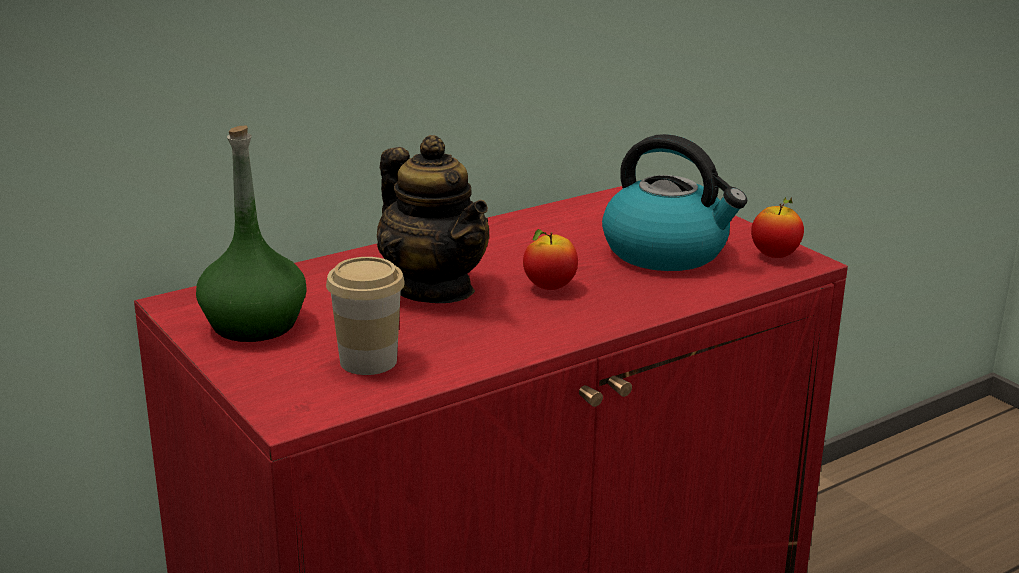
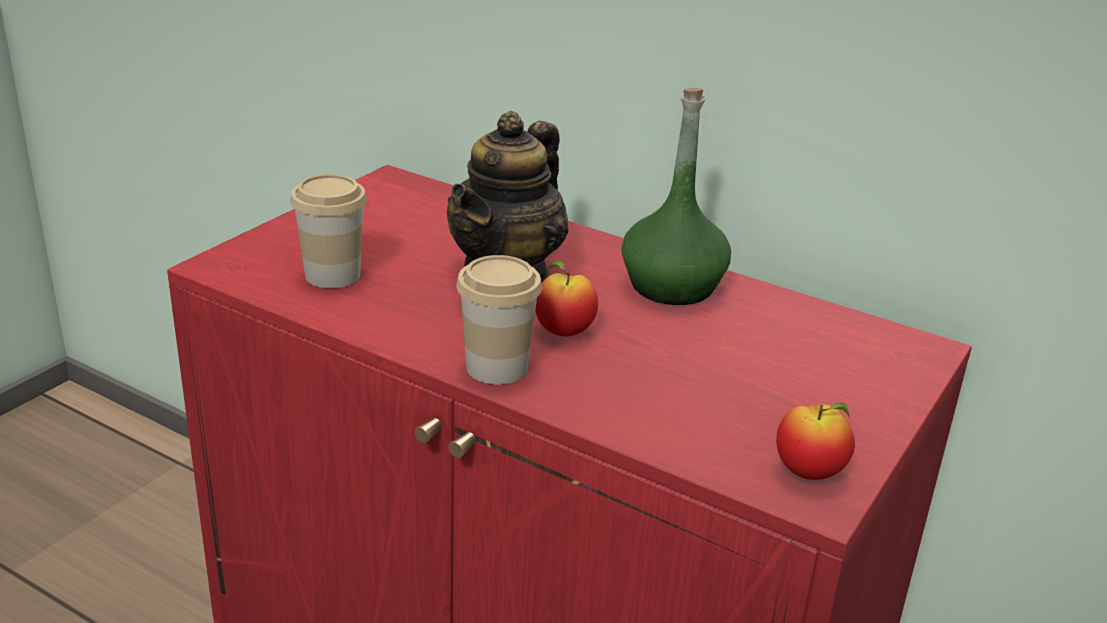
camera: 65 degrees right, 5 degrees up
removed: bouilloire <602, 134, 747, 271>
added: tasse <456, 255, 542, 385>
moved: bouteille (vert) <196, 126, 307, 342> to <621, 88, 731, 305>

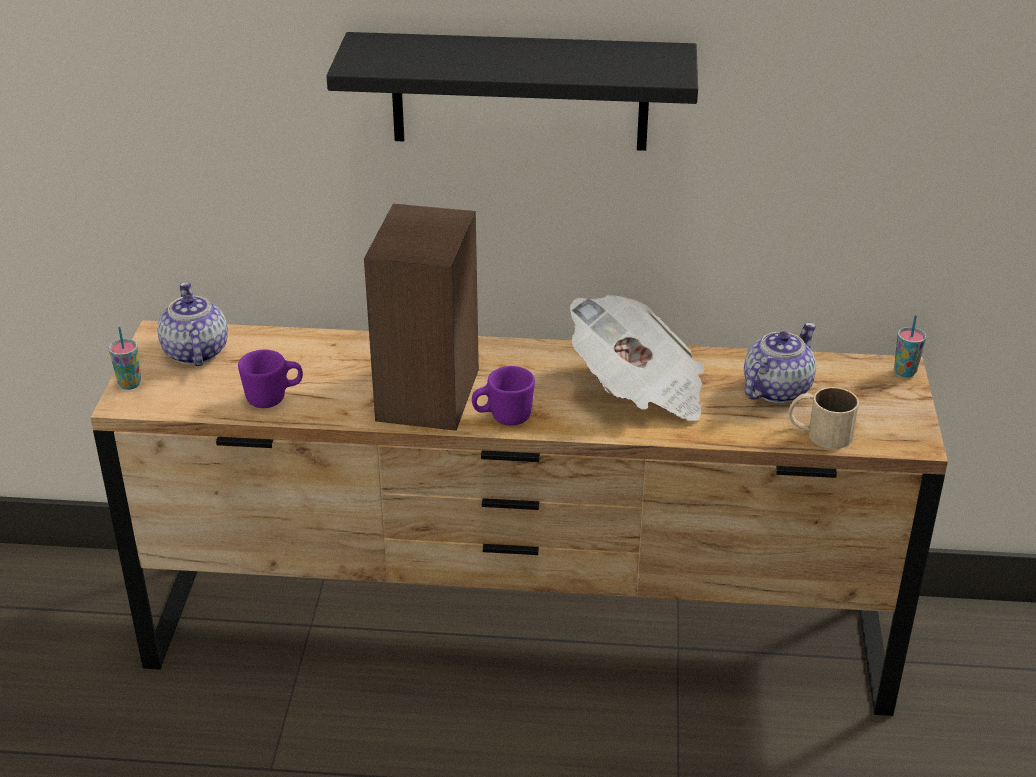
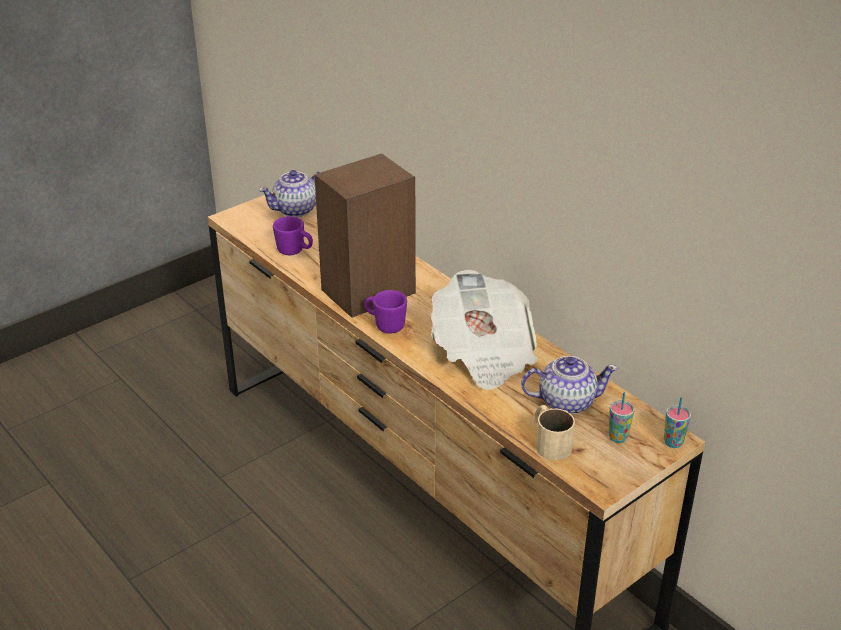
camera: 45 degrees right, 0 degrees up
removed: étagère (noir) <326, 32, 698, 151>
moved: tasse <109, 327, 141, 390> to <609, 392, 634, 443>
turned: théière <157, 282, 228, 366> = <259, 170, 321, 217> 150 degrees counterclockwise

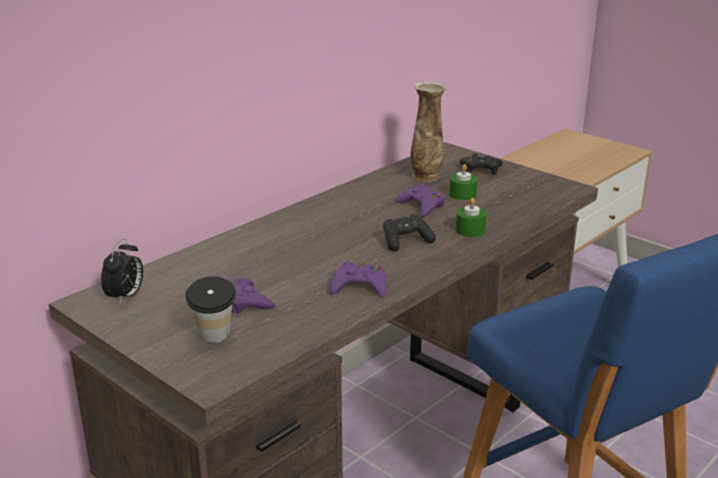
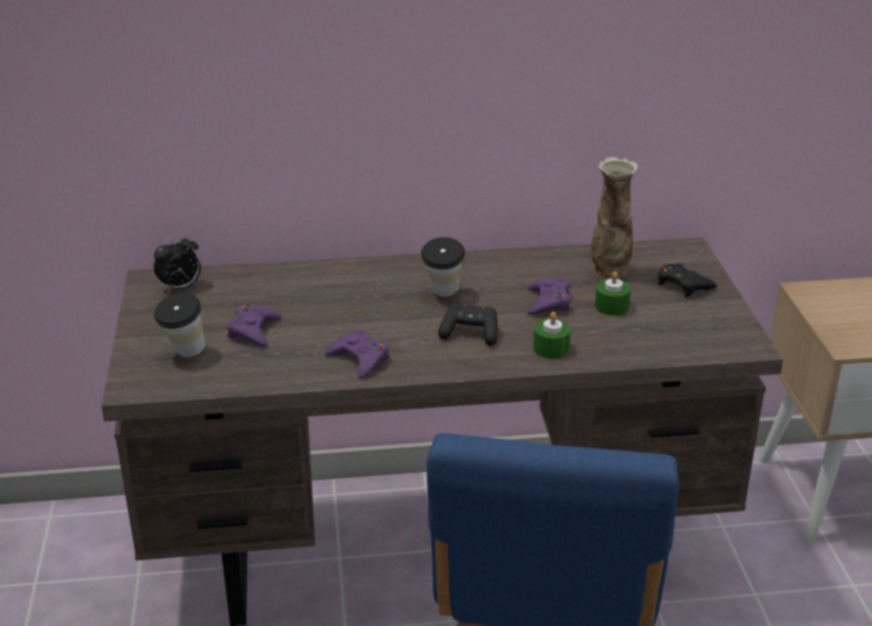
camera: 40 degrees right, 5 degrees up
added: tasse <421, 237, 465, 297>

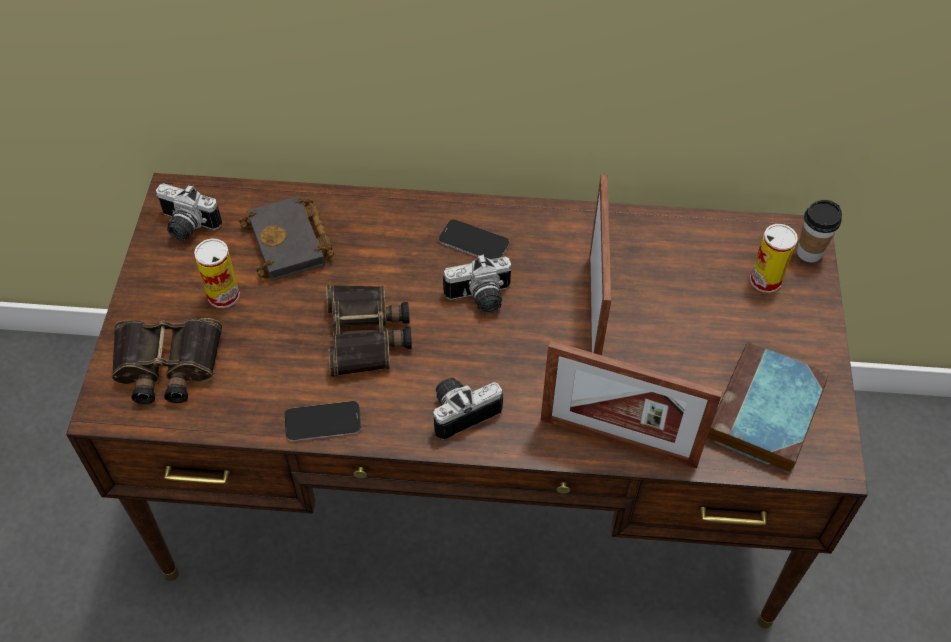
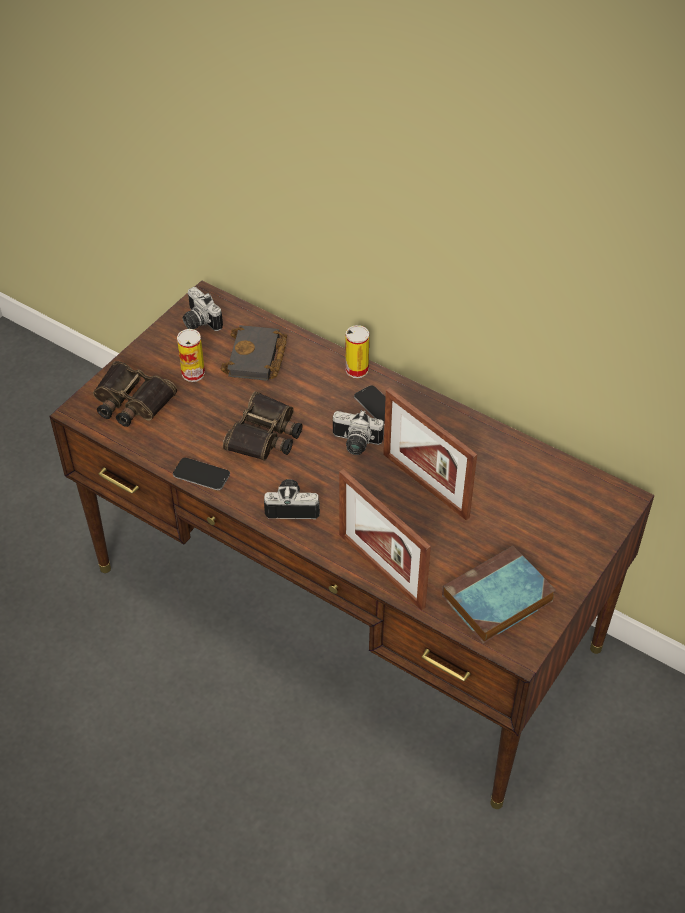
camera: 30 degrees right, 5 degrees down
removed: tasse <797, 200, 842, 262>
moved: boîte métallique <750, 224, 798, 293> to <345, 325, 369, 378>
turned: cadre photo <589, 175, 611, 355> = <383, 388, 477, 520> 105 degrees clockwise

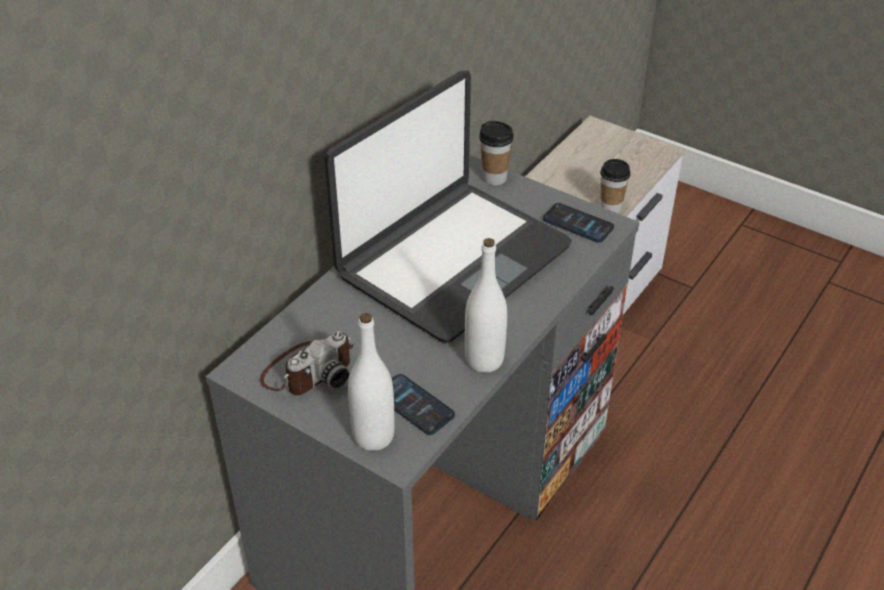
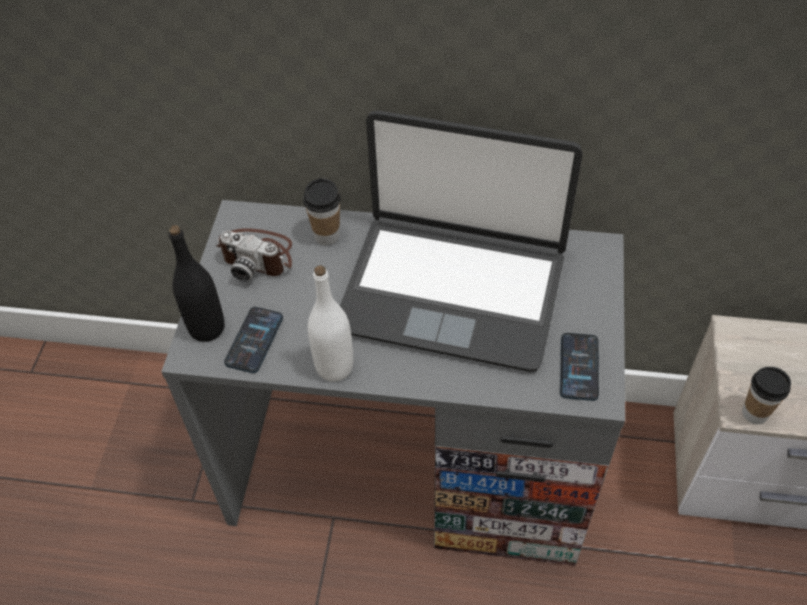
camera: 65 degrees right, 10 degrees up
moved: tasse <479, 121, 514, 185> to <303, 178, 341, 245>
recoloured: bouteille (blanc) <348, 313, 395, 451> to bouteille (noir) <169, 225, 225, 342>

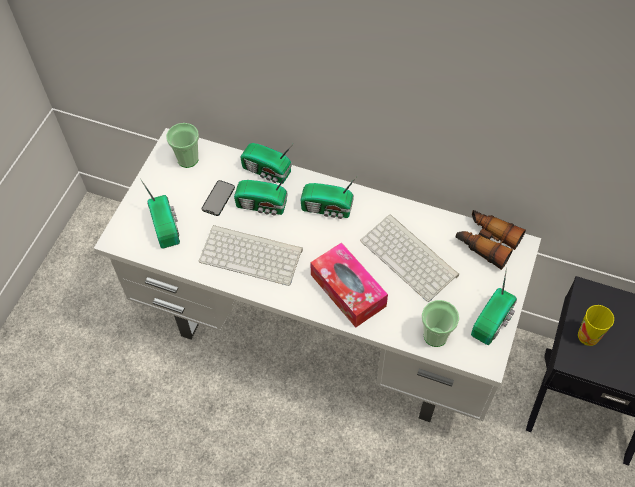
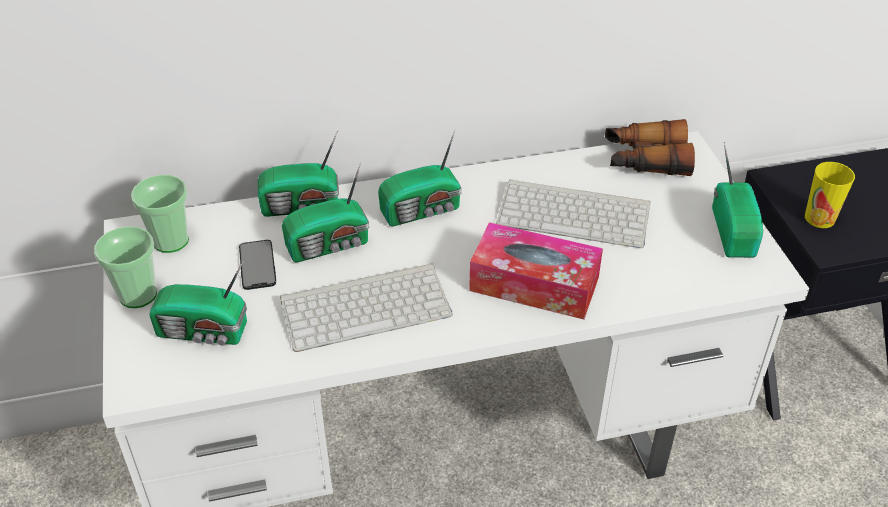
camera: 35 degrees left, 15 degrees down
moved: tasse <422, 300, 459, 347> to <94, 226, 157, 308>
turned: radio <141, 180, 180, 249> = <149, 260, 247, 346> 150 degrees clockwise

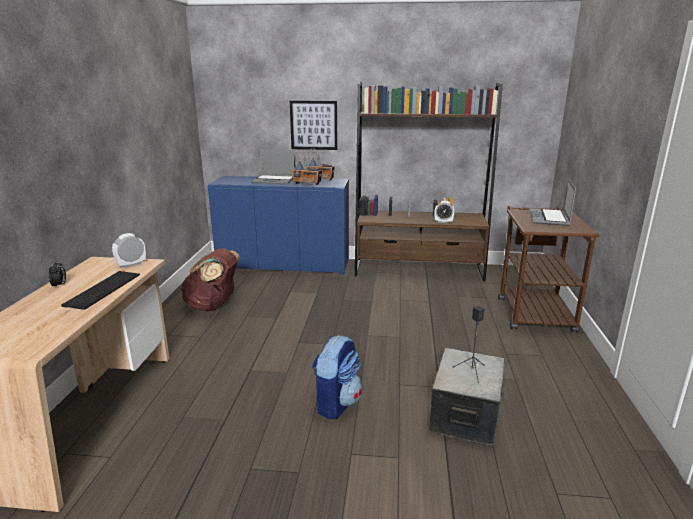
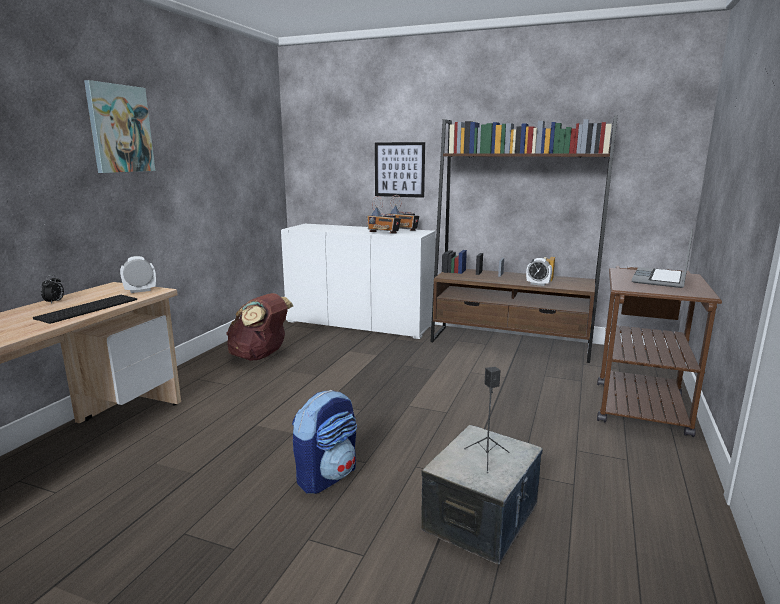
camera: 15 degrees right, 5 degrees down
removed: ordinateur portable <253, 149, 295, 184>
added: tableau <84, 80, 155, 173>
recoloured: meuble de rangement (bleu) <208, 176, 349, 274> to meuble de rangement (blanc) <281, 224, 436, 339>

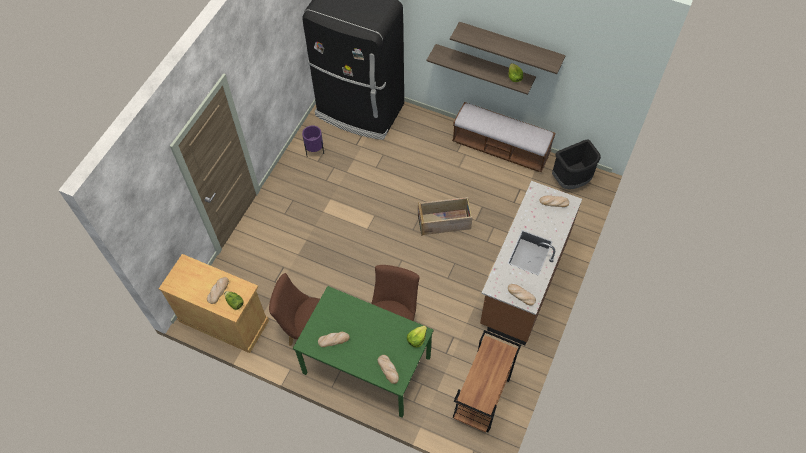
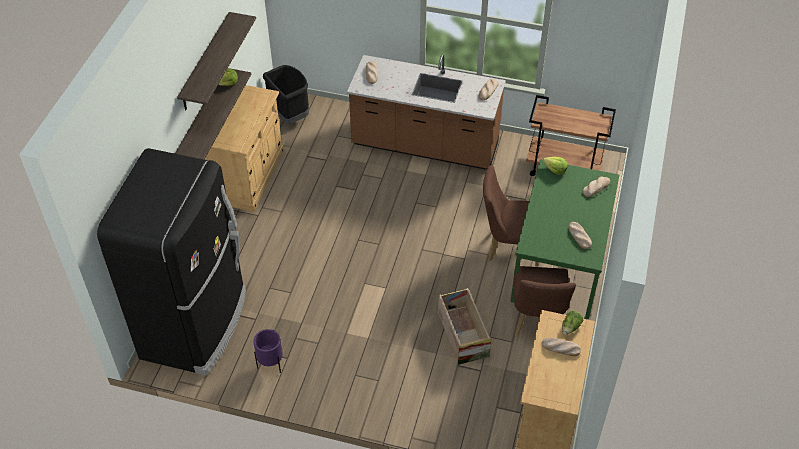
camera: 100 degrees left, 10 degrees down
moved: caisse <418, 197, 473, 236> to <438, 288, 492, 365>
replaced: banc <452, 102, 555, 172> to meuble de rangement (beige) <206, 85, 284, 212>

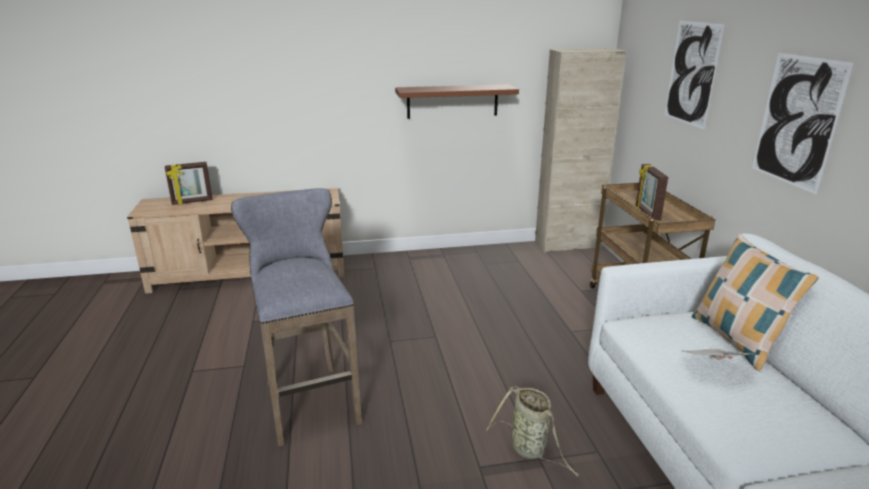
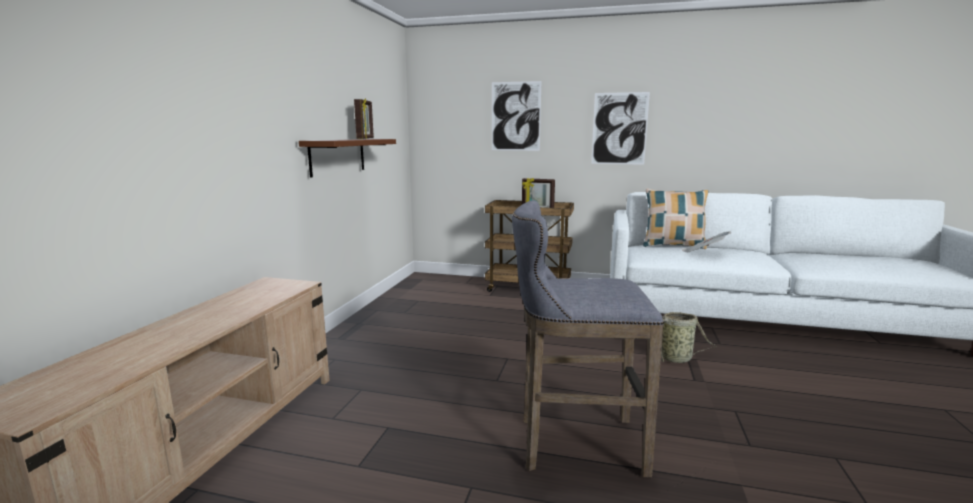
camera: 65 degrees left, 10 degrees down
removed: meuble de rangement (beige) <535, 48, 626, 253>
moved: cadre photo <165, 162, 213, 205> to <354, 98, 374, 139>

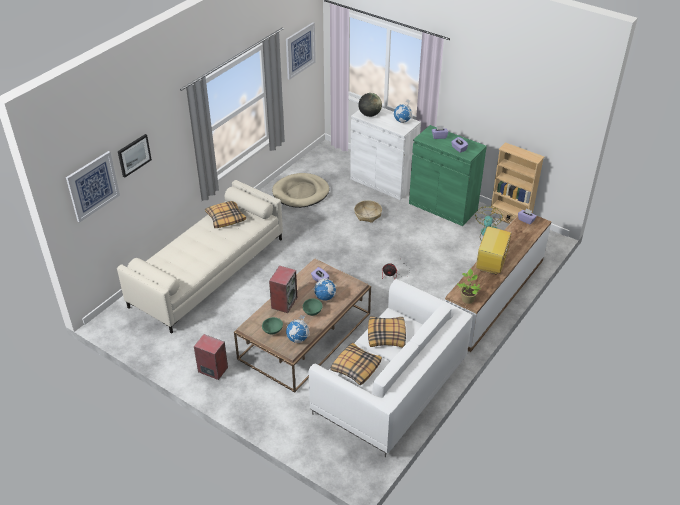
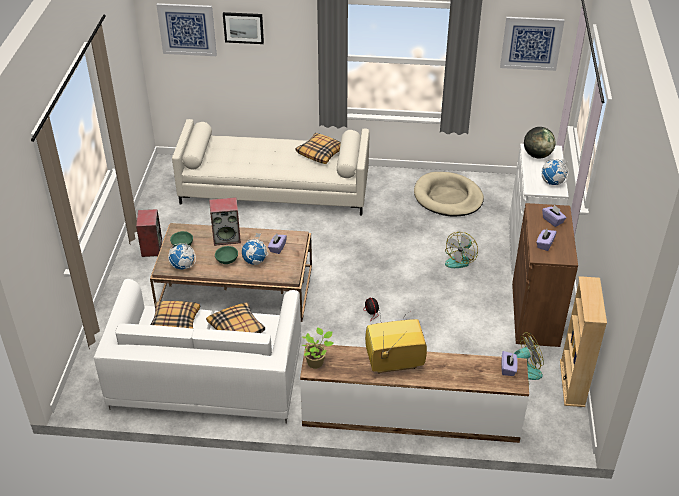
camera: 60 degrees right, 0 degrees up
replaced: panier <354, 200, 382, 223> to ventilateur <445, 232, 478, 268>
recoloured: meuble de rangement (vert) <409, 125, 487, 226> to meuble de rangement (marron) <512, 203, 578, 347>

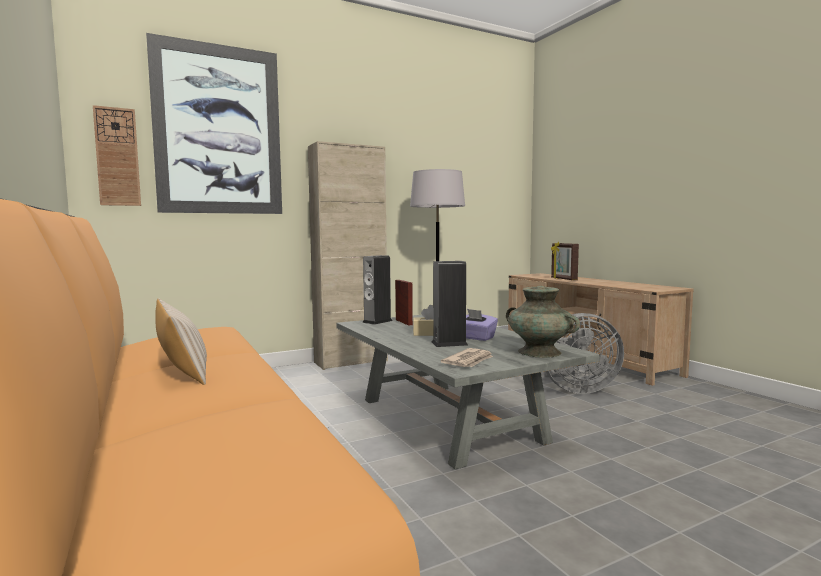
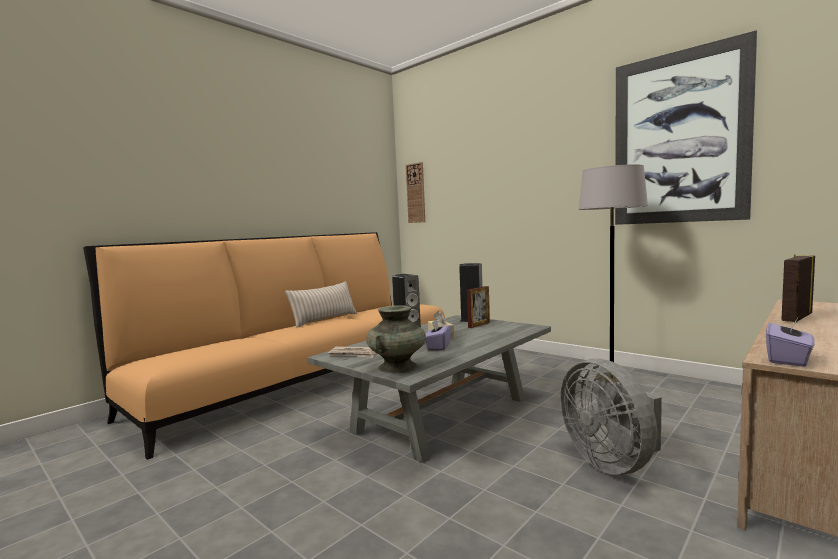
camera: 70 degrees right, 0 degrees up
removed: meuble de rangement (beige) <308, 141, 388, 370>
added: boîte à mouchoirs (violet) <766, 316, 815, 367>
moved: tableau <146, 33, 282, 214> to <615, 30, 757, 225>

